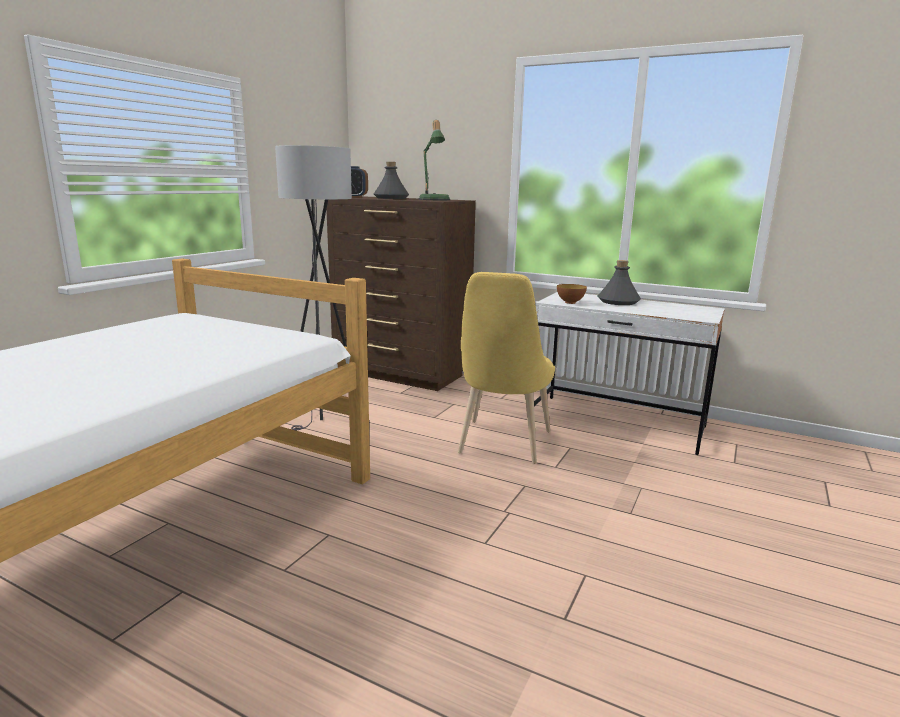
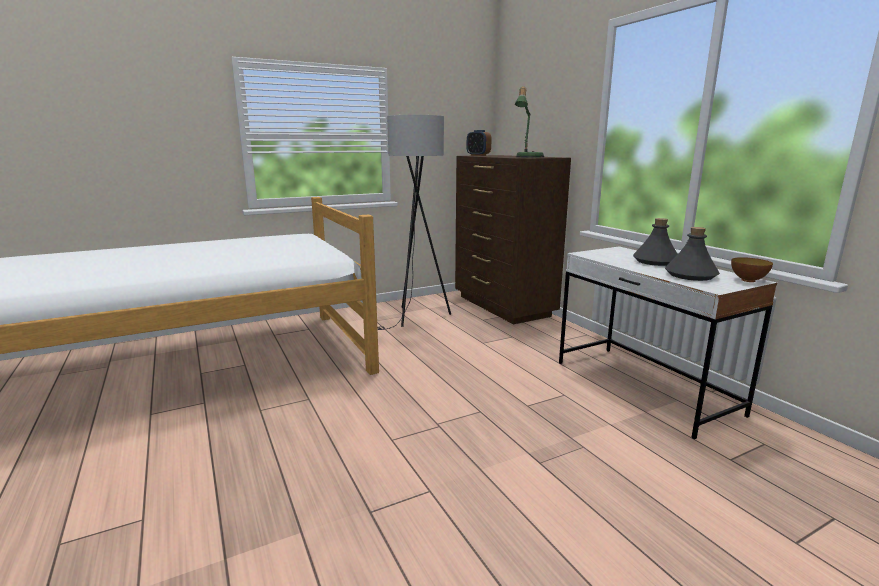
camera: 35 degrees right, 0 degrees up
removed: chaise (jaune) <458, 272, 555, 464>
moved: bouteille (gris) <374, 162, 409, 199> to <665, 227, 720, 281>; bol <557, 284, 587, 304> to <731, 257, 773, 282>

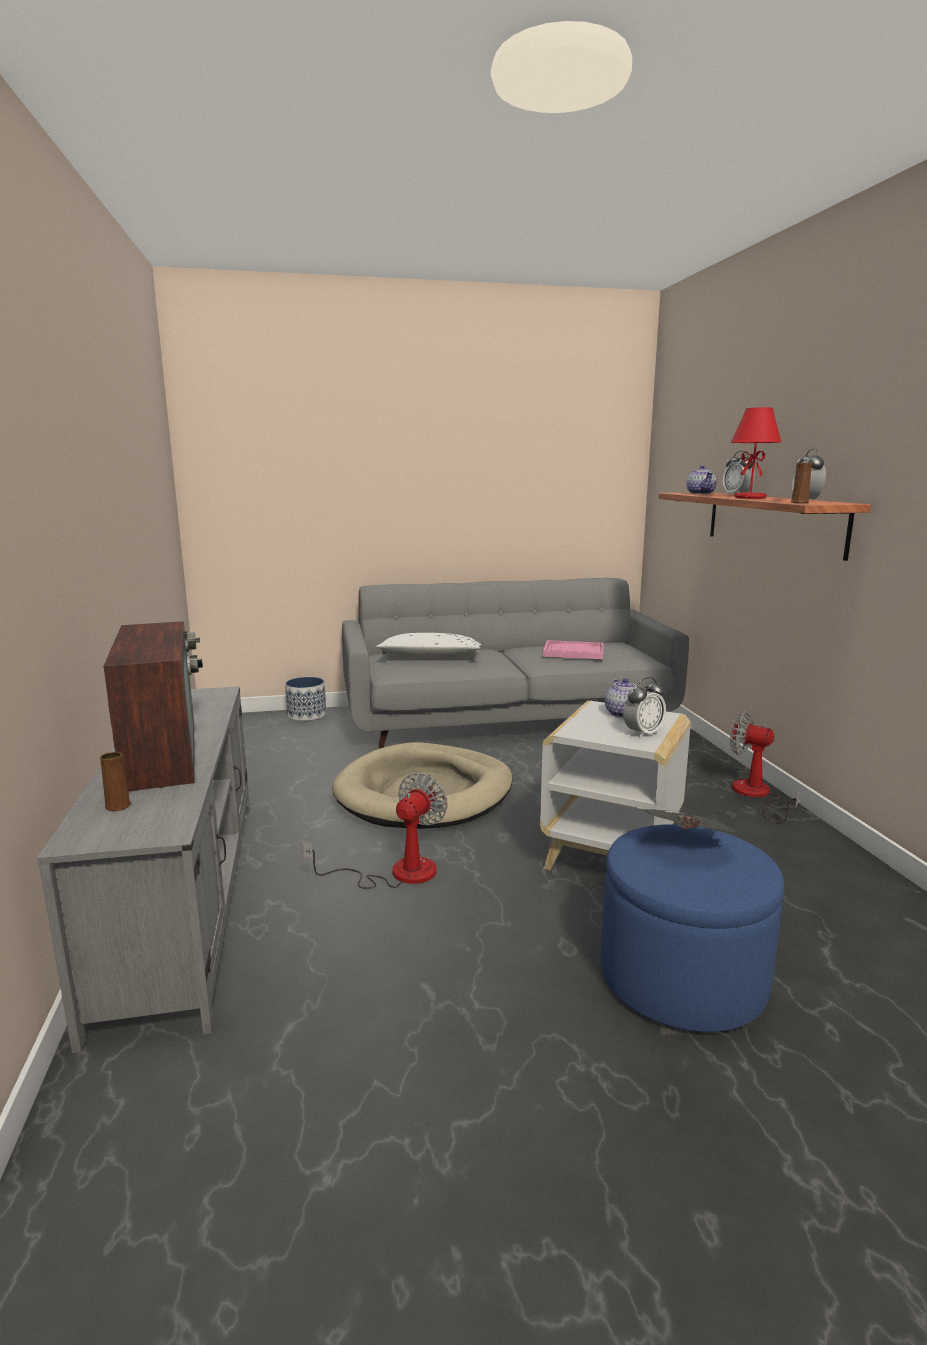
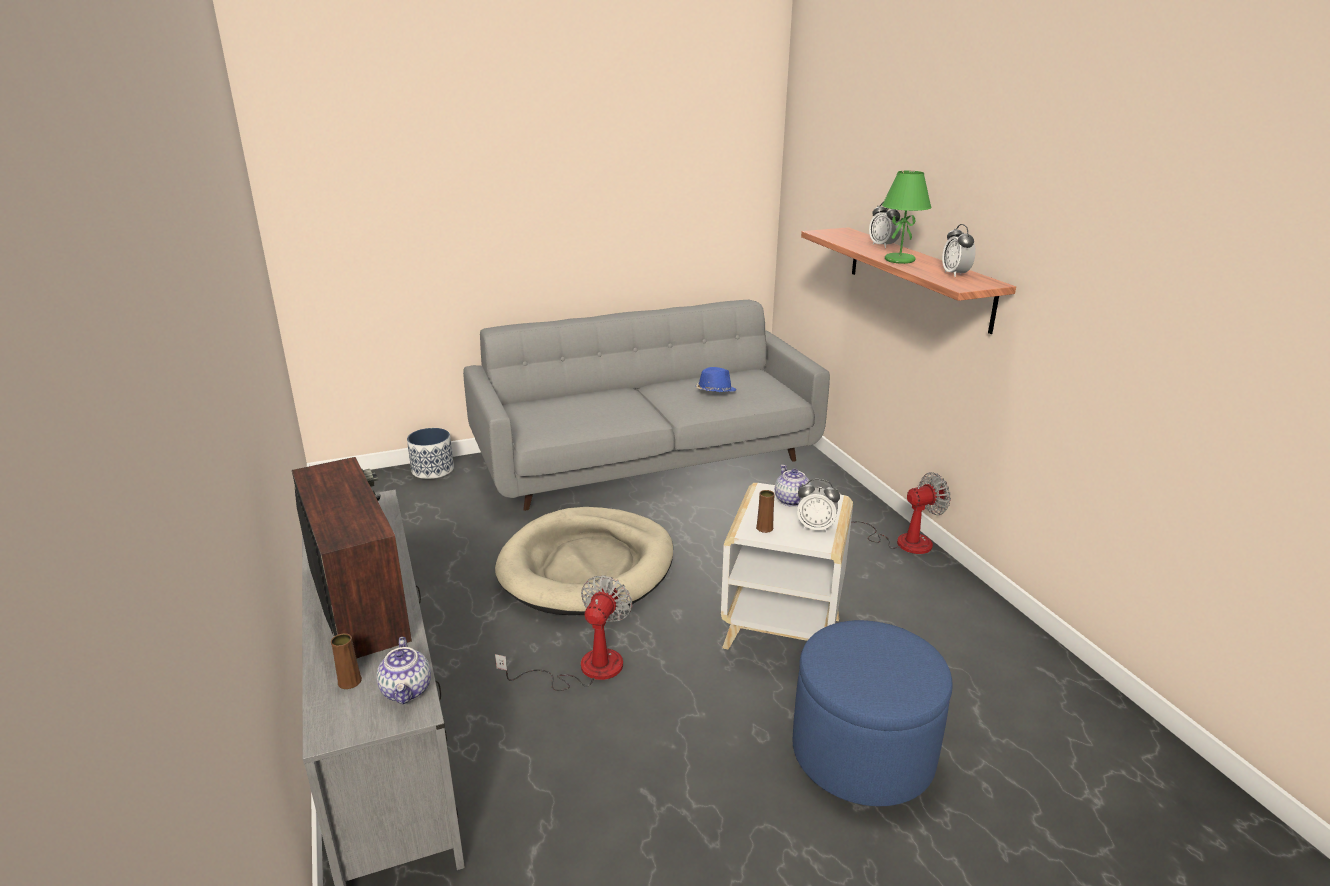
camera: 10 degrees left, 10 degrees up
removed: coussin (blanc) <376, 633, 482, 658>; journal <634, 806, 737, 832>
moved: théière <686, 465, 716, 494> to <377, 637, 431, 704>; vase (marron) <791, 463, 812, 503> to <756, 490, 775, 533>
replaced: plateau (rose) <543, 640, 604, 659> to chapeau (bleu) <696, 367, 736, 392>
recoloured: lampe de table (rouge) <731, 407, 781, 499> to lampe de table (vert) <882, 171, 932, 264>
turned: réveil <623, 677, 666, 738> = <797, 479, 840, 533> 60 degrees clockwise; ventilateur <730, 711, 800, 824> = <839, 472, 951, 554> 135 degrees clockwise

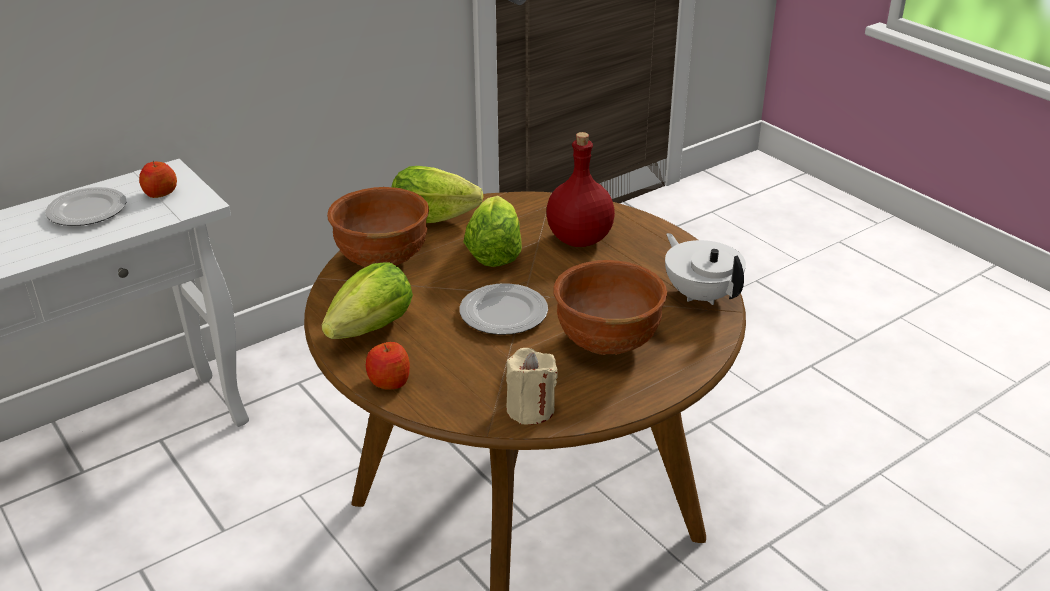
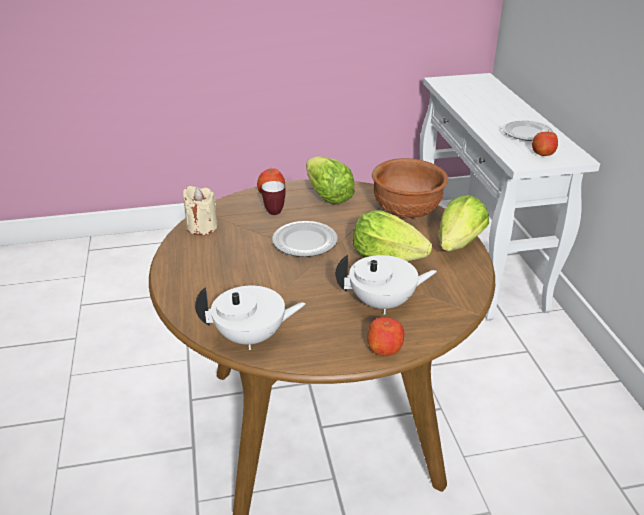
camera: 115 degrees right, 0 degrees up
removed: bol (marron) <553, 260, 667, 355>
added: mug <261, 181, 286, 215>; pomme <367, 317, 404, 356>
replaced: bouteille (rouge) <546, 132, 615, 247> to théière (blanc) <336, 255, 437, 314>

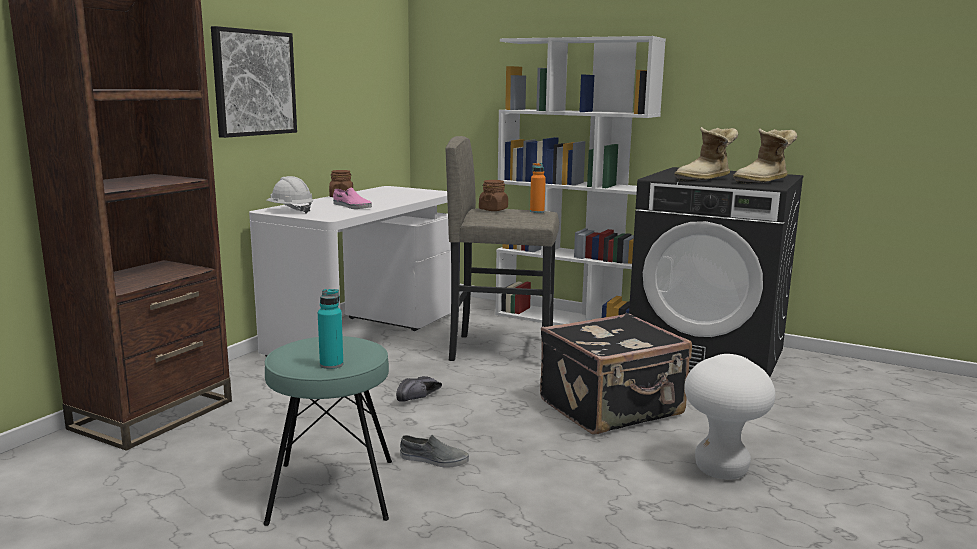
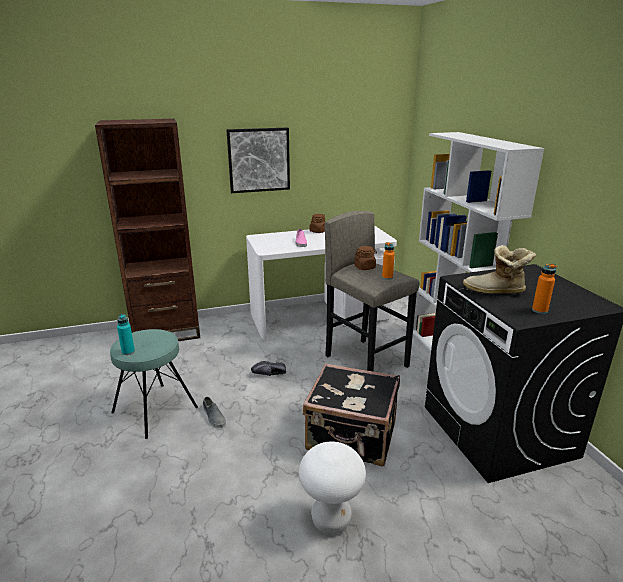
camera: 45 degrees right, 10 degrees up
removed: casque de chantier (blanc) <266, 176, 314, 214>
replaced: botte <733, 128, 797, 184> to bouteille (orange) <532, 264, 557, 314>

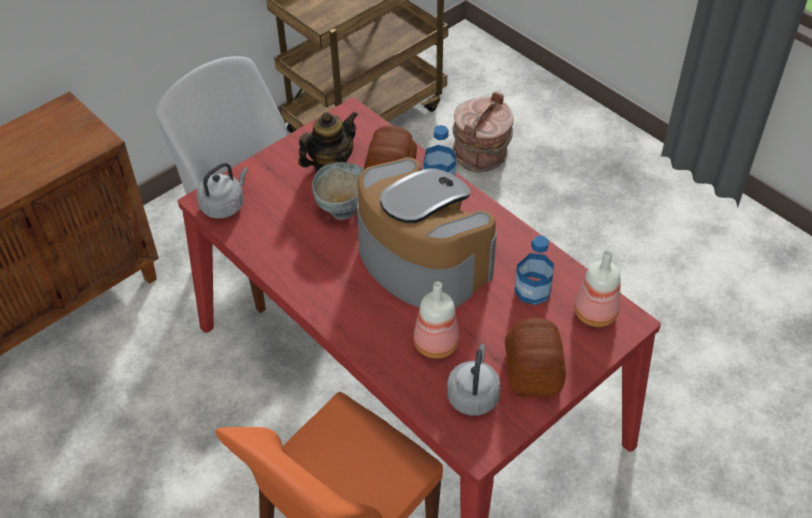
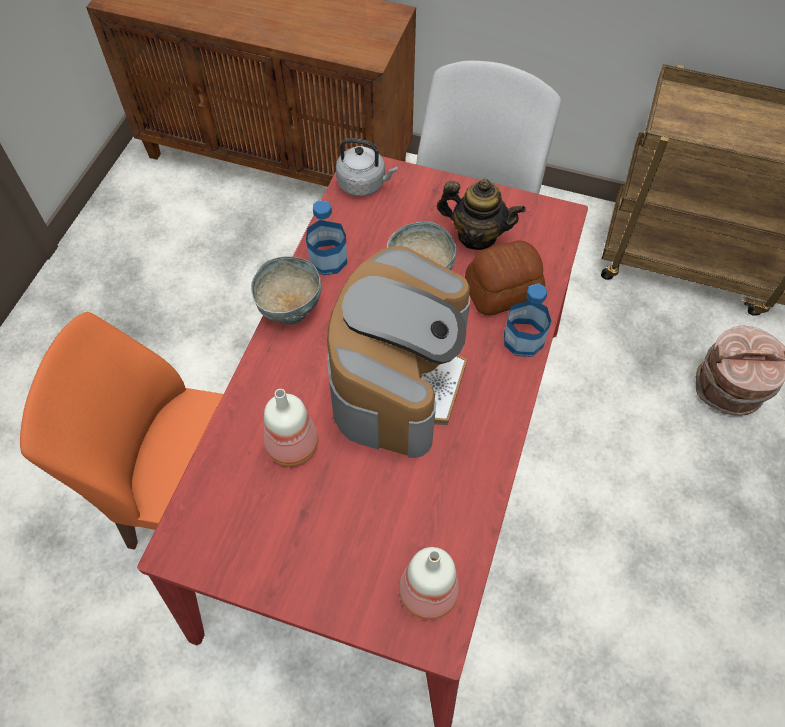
camera: 60 degrees right, 10 degrees up
removed: bouilloire (gris) <447, 344, 501, 416>; pain <505, 318, 566, 397>
added: bol (gris) <251, 256, 322, 325>
moved: bouteille <515, 236, 554, 305> to <306, 200, 347, 275>

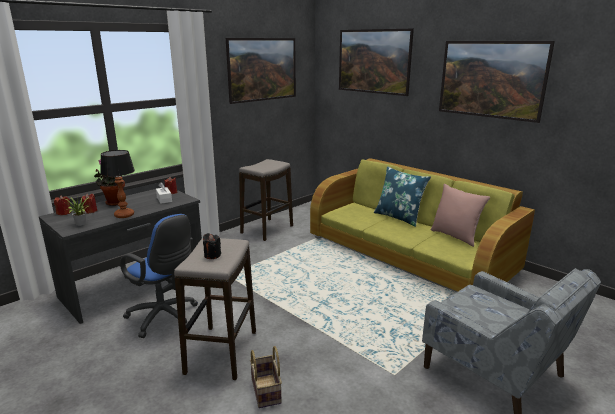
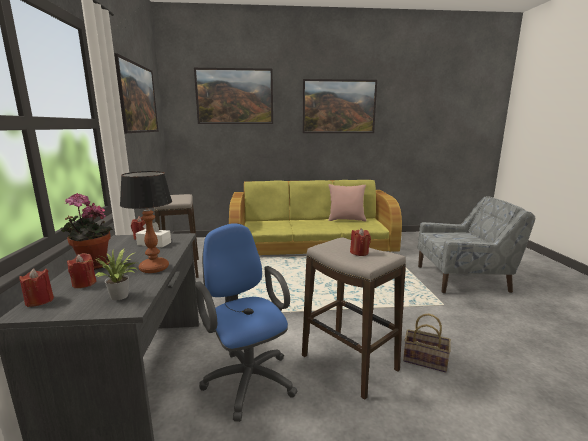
camera: 50 degrees left, 5 degrees down
removed: coussin (bleu) <374, 166, 431, 227>
recoloured: bougie (noir) <203, 233, 221, 259> to bougie (rouge) <350, 228, 371, 256>
turned: chaise de bureau (bleu) <120, 214, 198, 338> = <195, 223, 297, 422> 105 degrees counterclockwise

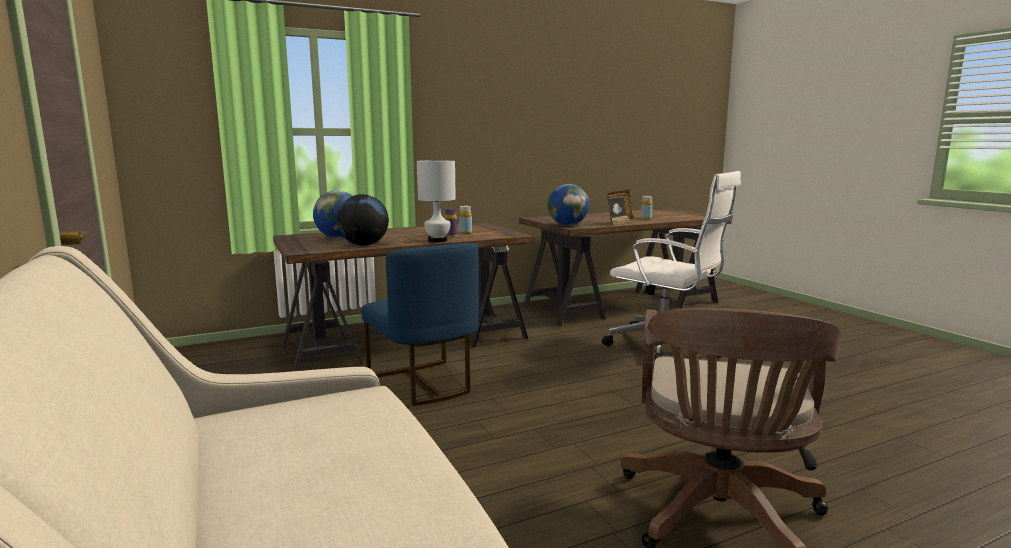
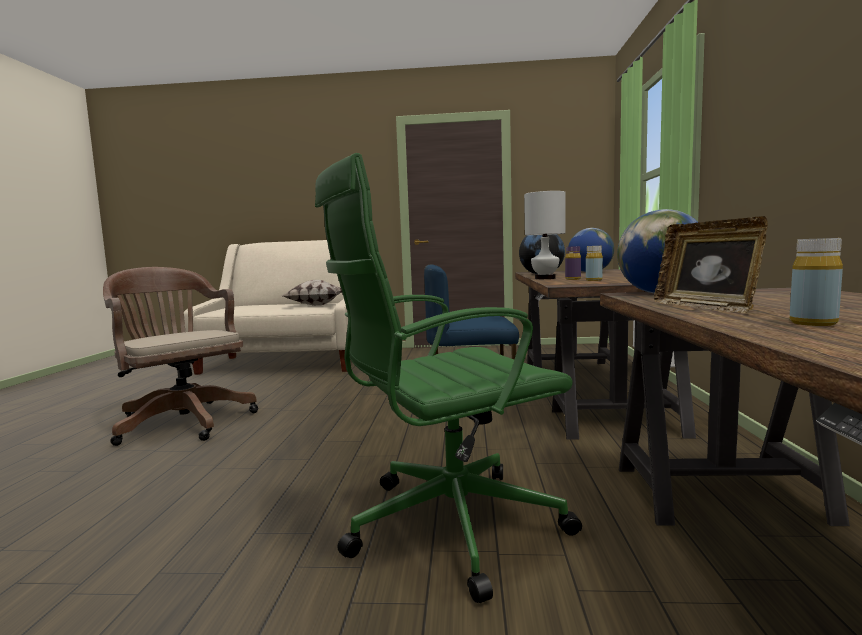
camera: 120 degrees right, 5 degrees down
added: coussin <282, 280, 342, 306>
recoloured: chaise de bureau (blanc) <602, 171, 741, 362> to chaise de bureau (vert) <315, 153, 582, 603>

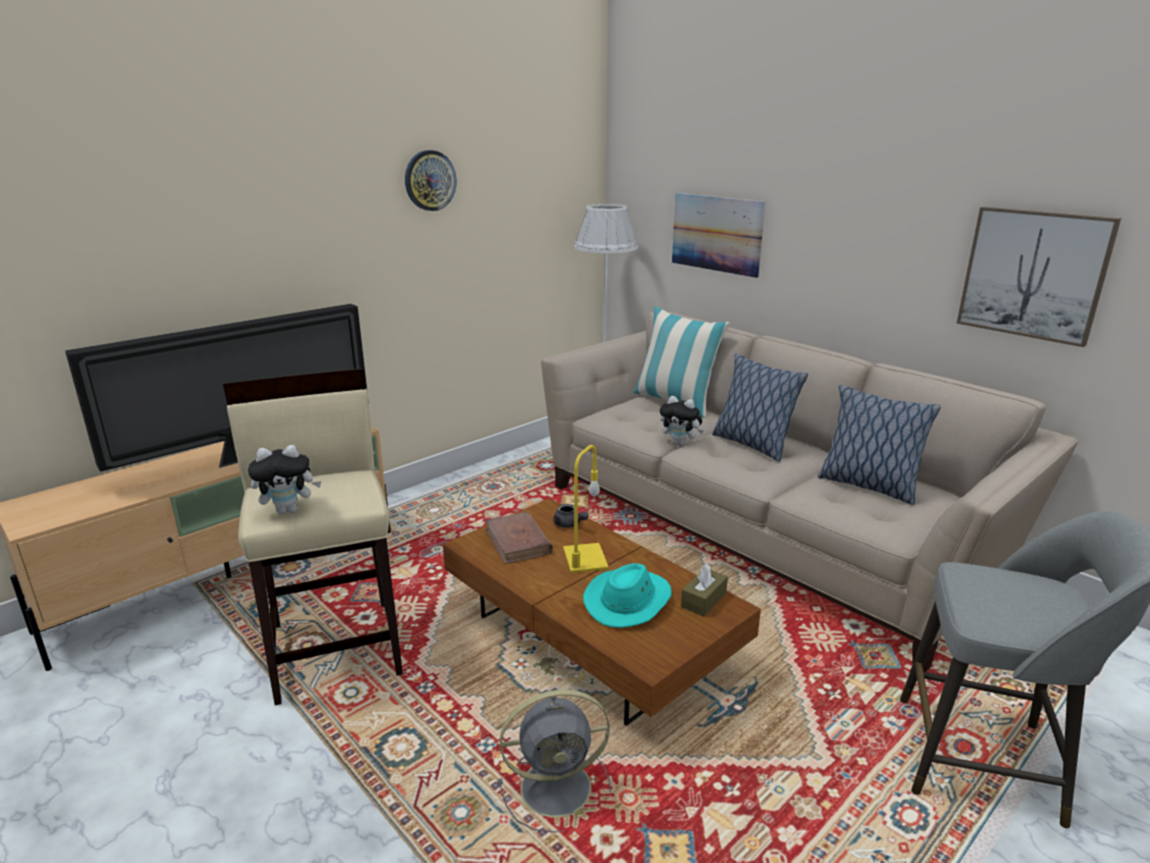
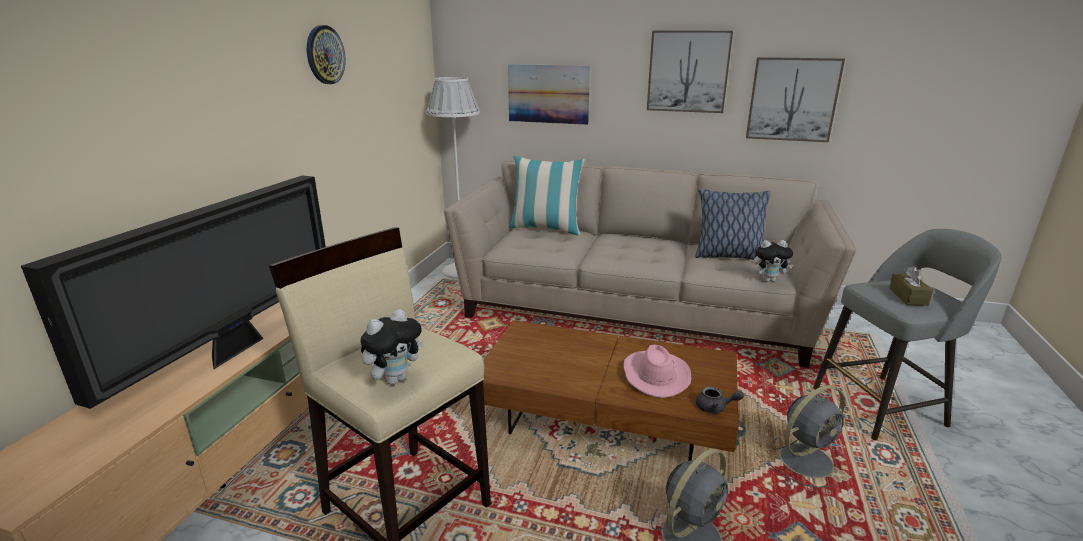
camera: 30 degrees left, 0 degrees up
removed: livre (marron) <485, 512, 553, 564>; lampe de table (jaune) <563, 445, 609, 573>; coussin <712, 354, 808, 462>
added: tableau <647, 31, 733, 113>; ventilateur (gris) <767, 385, 845, 488>
moved: théière (gris) <553, 504, 589, 528> to <696, 387, 744, 413>; peluche <660, 396, 704, 446> to <753, 240, 793, 282>; boîte à mouchoirs (marron) <681, 564, 728, 617> to <889, 266, 933, 306>
recoloured: chapeau (turquoise) <583, 563, 671, 628> to chapeau (rose) <623, 345, 691, 398>

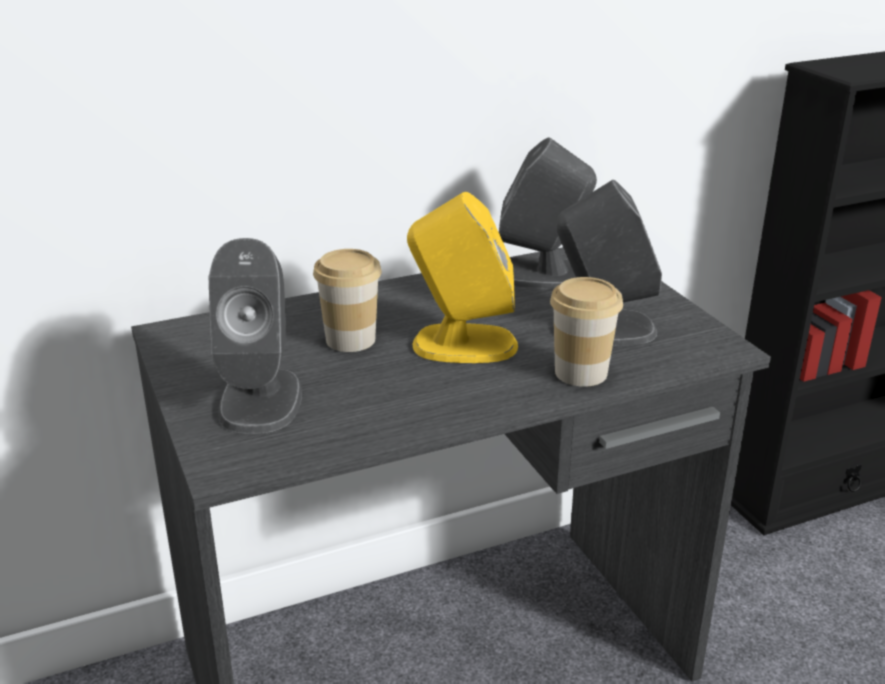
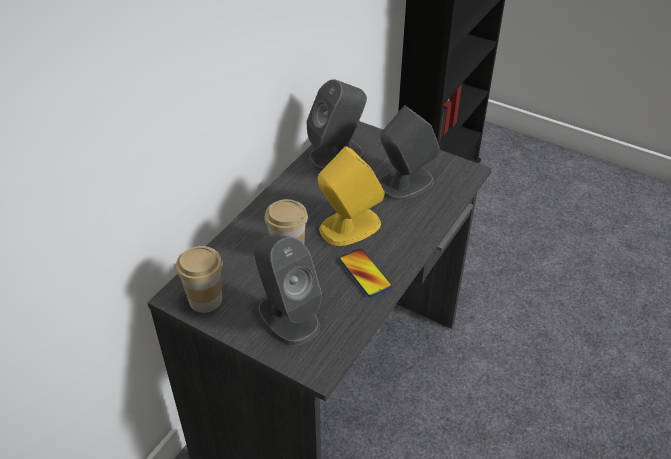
camera: 35 degrees left, 15 degrees up
added: téléphone <339, 248, 392, 297>
moved: tasse <550, 277, 623, 387> to <176, 246, 223, 313>

